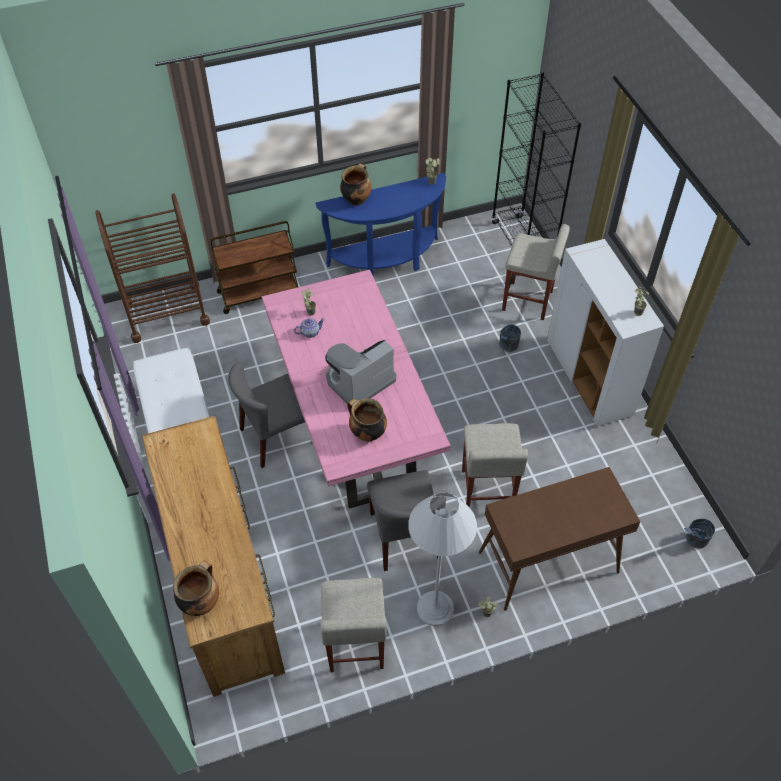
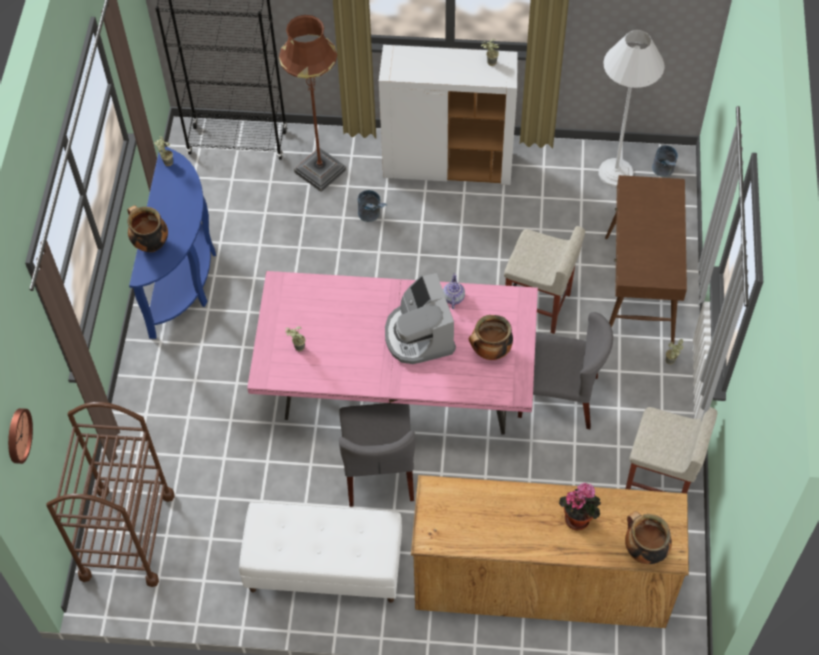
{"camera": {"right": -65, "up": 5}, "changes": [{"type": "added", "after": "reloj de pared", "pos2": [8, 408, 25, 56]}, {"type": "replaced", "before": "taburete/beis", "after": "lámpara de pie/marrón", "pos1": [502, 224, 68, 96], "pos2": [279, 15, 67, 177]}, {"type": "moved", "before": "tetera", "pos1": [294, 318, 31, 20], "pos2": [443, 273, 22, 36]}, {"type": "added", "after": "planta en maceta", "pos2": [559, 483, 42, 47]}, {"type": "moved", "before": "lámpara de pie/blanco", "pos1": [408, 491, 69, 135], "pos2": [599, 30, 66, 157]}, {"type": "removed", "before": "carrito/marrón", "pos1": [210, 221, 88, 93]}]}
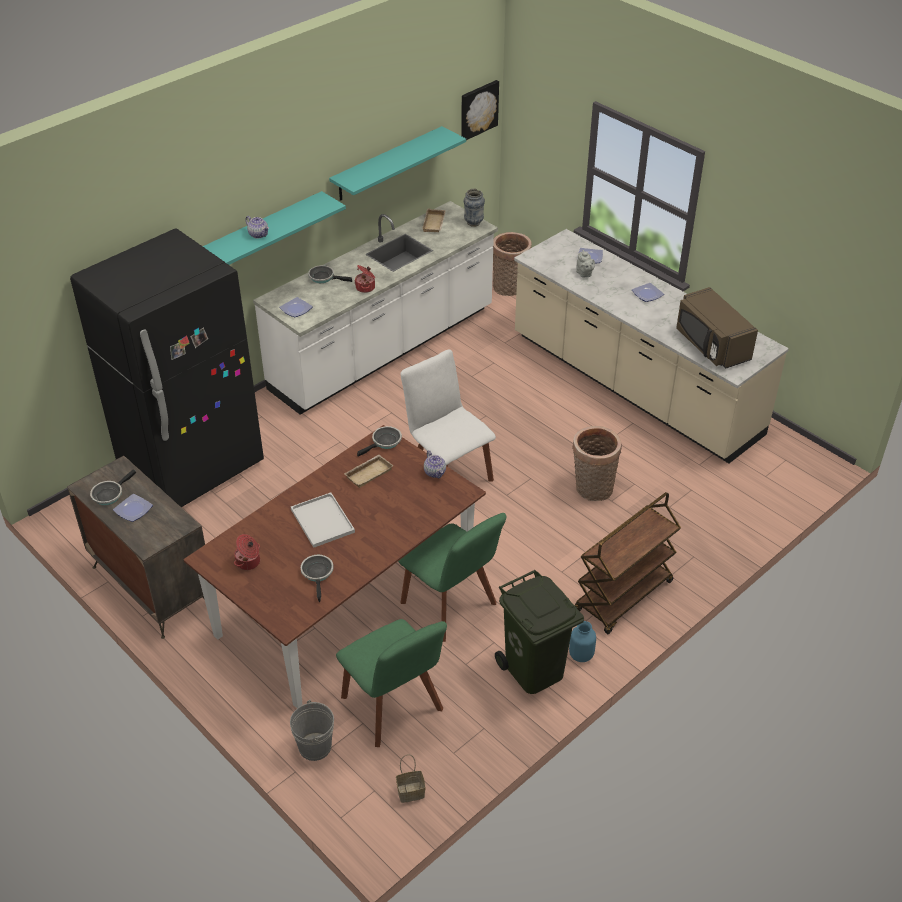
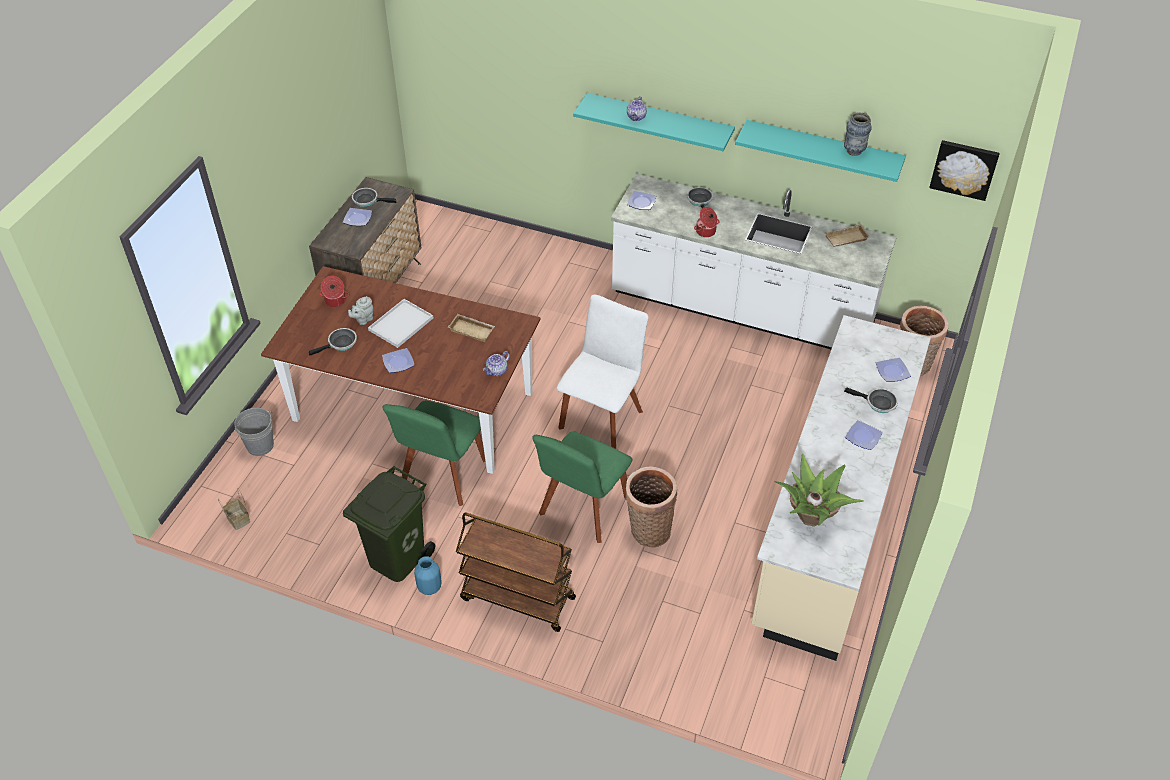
{"camera": {"right": 65, "up": 5}, "changes": [{"type": "moved", "before": "tetera/gris", "pos1": [576, 250, 19, 27], "pos2": [348, 296, 25, 29]}, {"type": "added", "after": "plato", "pos2": [382, 348, 32, 25]}, {"type": "moved", "before": "silla/verde", "pos1": [336, 619, 111, 128], "pos2": [532, 432, 100, 111]}, {"type": "replaced", "before": "microondas/marrón", "after": "planta en maceta", "pos1": [676, 287, 82, 81], "pos2": [774, 454, 90, 73]}, {"type": "moved", "before": "florero", "pos1": [464, 189, 21, 38], "pos2": [844, 112, 28, 44]}, {"type": "moved", "before": "sartén", "pos1": [357, 426, 45, 30], "pos2": [844, 388, 54, 25]}, {"type": "removed", "before": "nevera/negro", "pos1": [70, 229, 194, 278]}]}
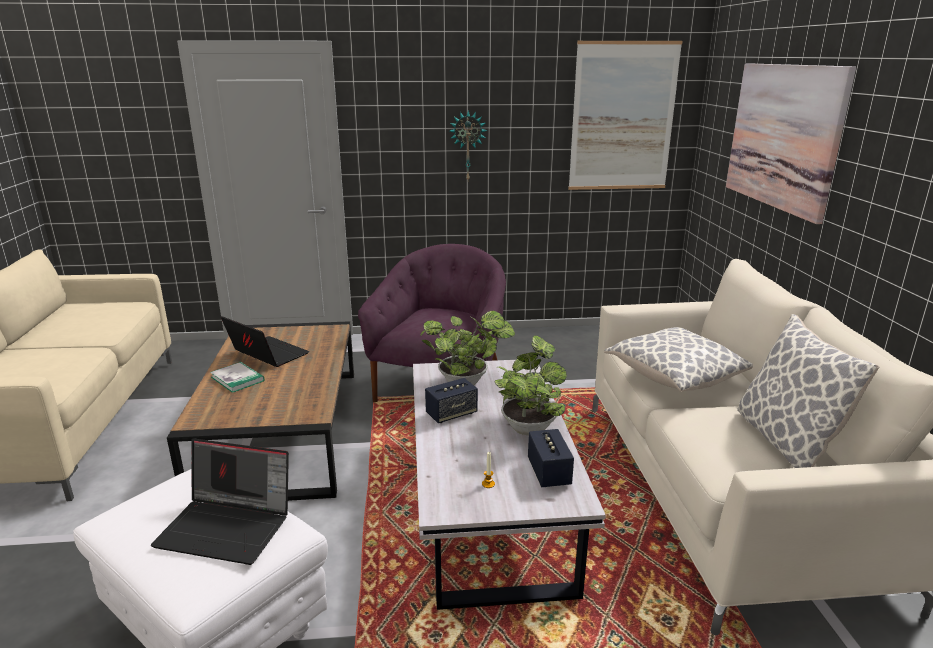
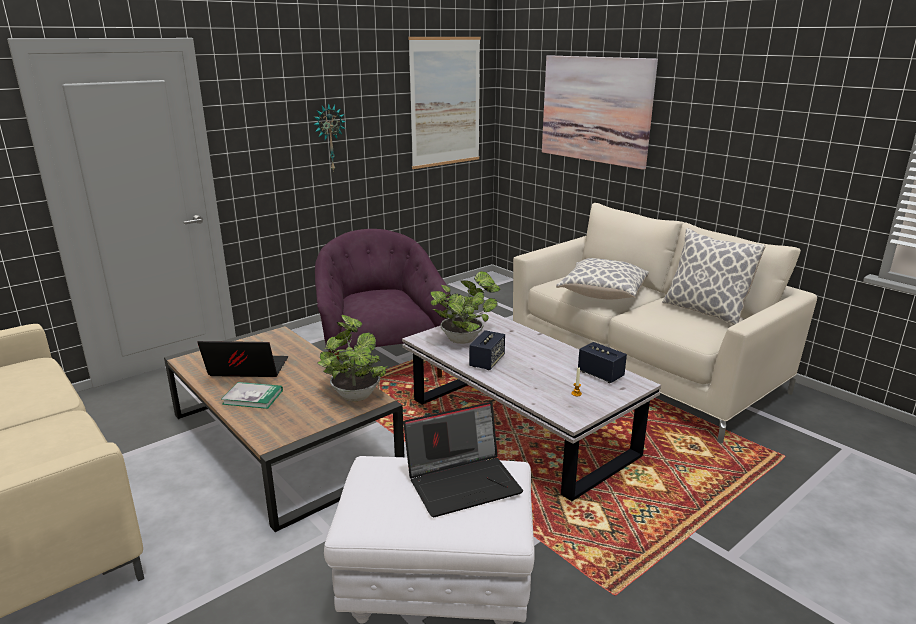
{"camera": {"right": -35, "up": 0}, "changes": [{"type": "moved", "before": "planta en maceta", "pos1": [495, 335, 72, 100], "pos2": [318, 315, 70, 86]}]}
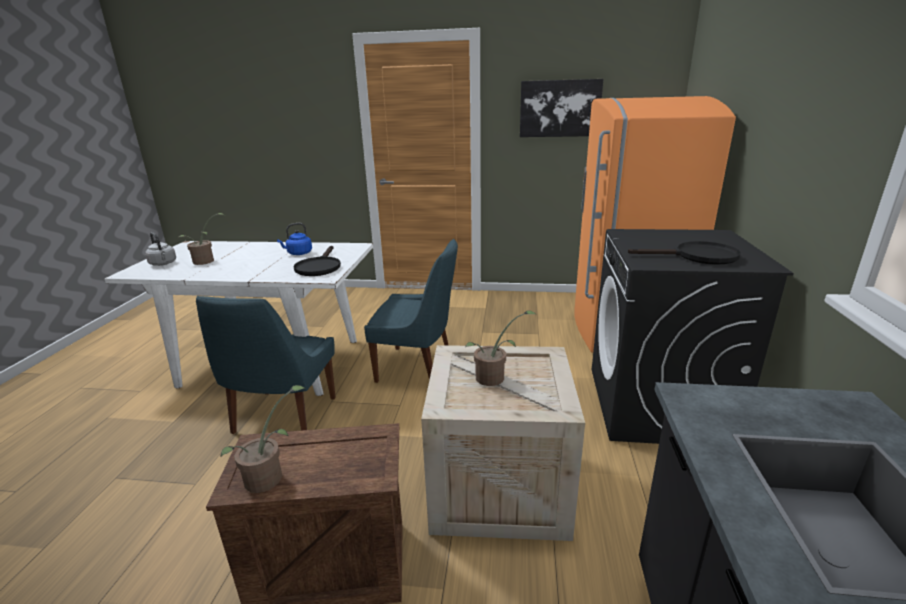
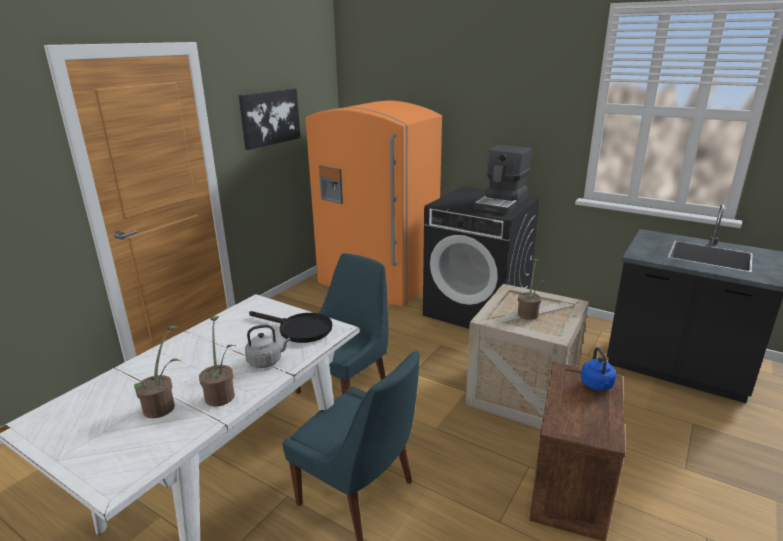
{"camera": {"right": -65, "up": 0}, "changes": [{"type": "moved", "before": "planta en maceta", "pos1": [220, 385, 85, 108], "pos2": [199, 316, 37, 90]}, {"type": "moved", "before": "hervidor/gris", "pos1": [145, 232, 31, 34], "pos2": [245, 325, 45, 43]}, {"type": "replaced", "before": "sartén/negro", "after": "cafetera", "pos1": [628, 241, 113, 24], "pos2": [474, 145, 57, 69]}, {"type": "moved", "before": "hervidor/azul", "pos1": [277, 223, 35, 32], "pos2": [581, 347, 35, 44]}]}
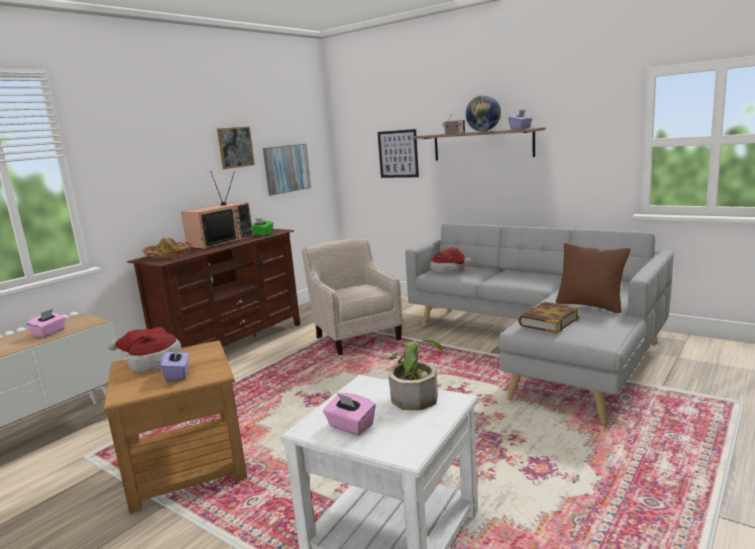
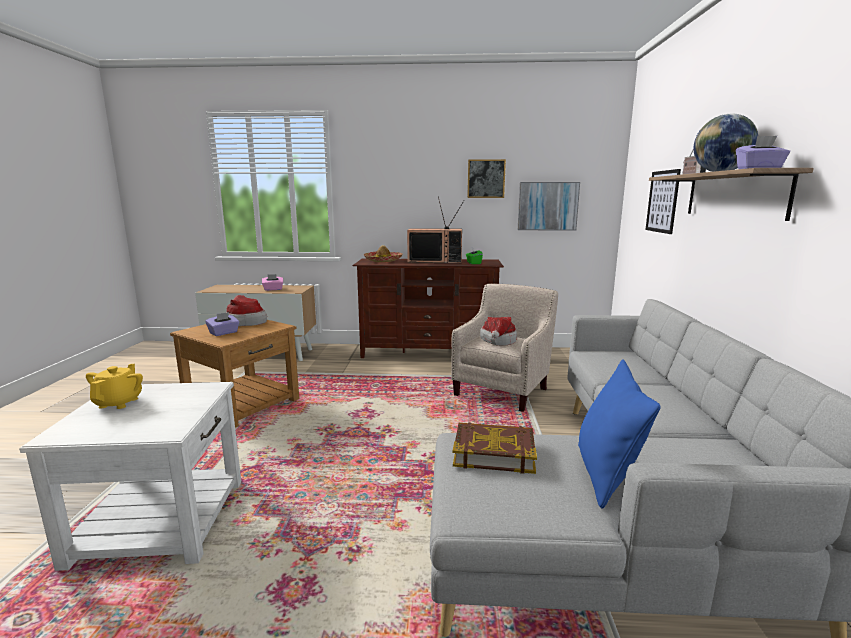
{"camera": {"right": 55, "up": 0}, "changes": [{"type": "replaced", "before": "caja de pañuelos/rosa", "after": "tetera/amarillo", "pos1": [323, 393, 53, 42], "pos2": [86, 364, 57, 45]}, {"type": "moved", "before": "sombrero", "pos1": [430, 247, 41, 26], "pos2": [480, 317, 37, 28]}, {"type": "recoloured", "before": "cojín/marrón", "after": "cojín/azul", "pos1": [556, 243, 75, 70], "pos2": [578, 359, 83, 150]}, {"type": "removed", "before": "planta en maceta", "pos1": [379, 339, 65, 71]}]}
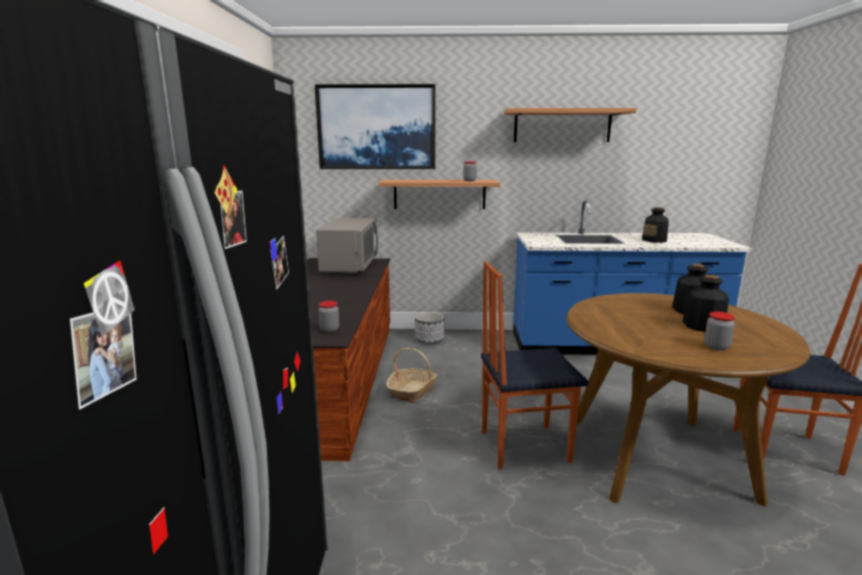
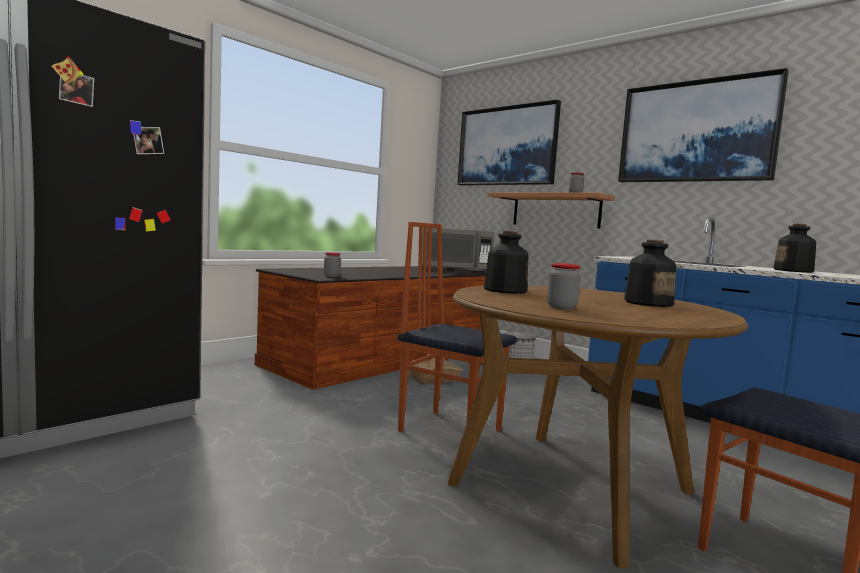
{"camera": {"right": 40, "up": -10}, "changes": [{"type": "turned", "before": "microondas/gris", "pos1": [316, 218, 62, 57], "pos2": [418, 227, 77, 46], "turn": 45}, {"type": "moved", "before": "botella", "pos1": [682, 275, 47, 57], "pos2": [484, 231, 45, 63]}, {"type": "replaced", "before": "estante", "after": "cuadro", "pos1": [504, 108, 133, 34], "pos2": [618, 68, 171, 114]}]}
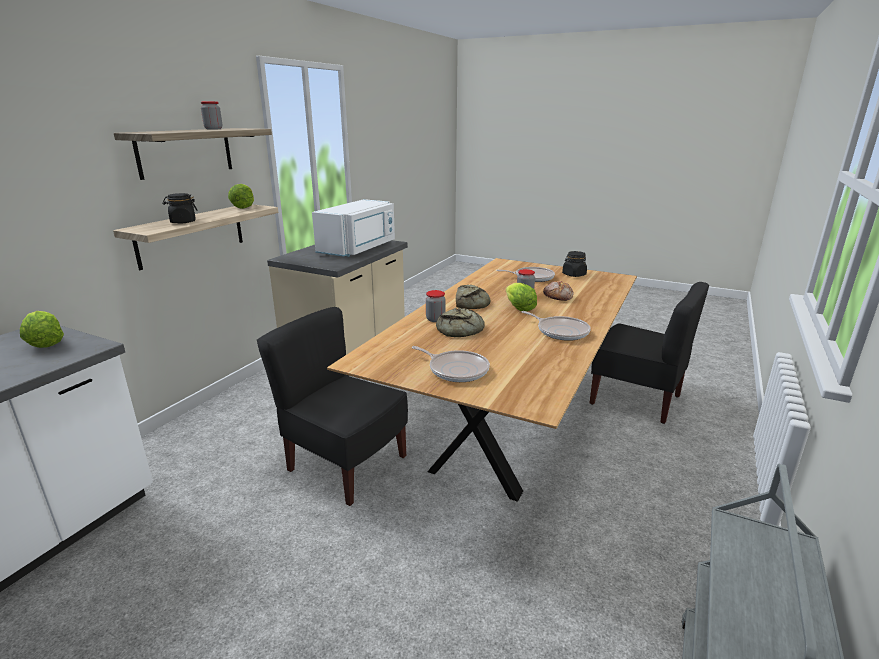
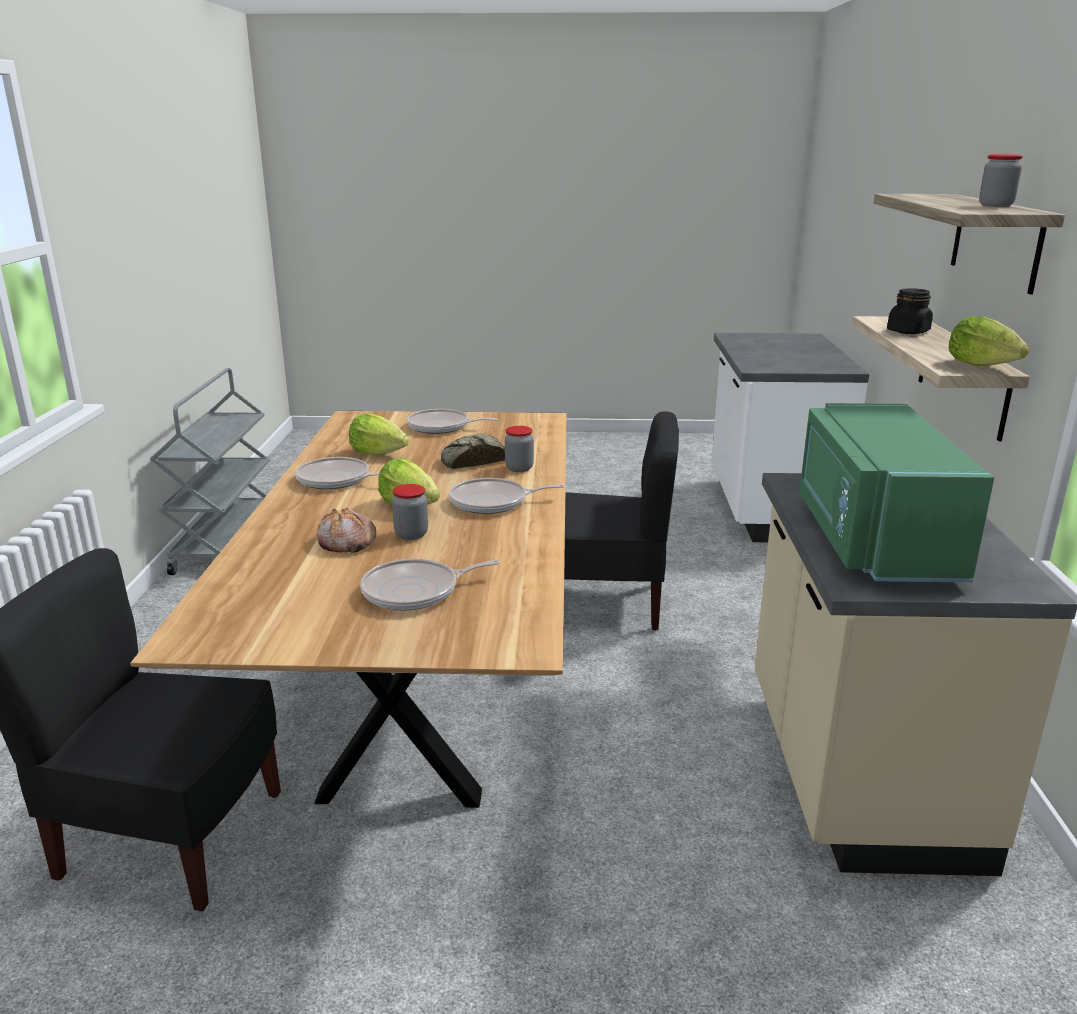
{"camera": {"right": 155, "up": 0}, "changes": [{"type": "moved", "before": "lechuga", "pos1": [20, 311, 44, 37], "pos2": [349, 413, 60, 42]}, {"type": "replaced", "before": "pan", "after": "sartén", "pos1": [456, 285, 35, 24], "pos2": [449, 478, 116, 36]}, {"type": "recoloured", "before": "microondas/blanco", "after": "microondas/verde", "pos1": [312, 199, 83, 58], "pos2": [799, 403, 195, 180]}, {"type": "removed", "before": "tarro/negro", "pos1": [562, 251, 25, 26]}]}
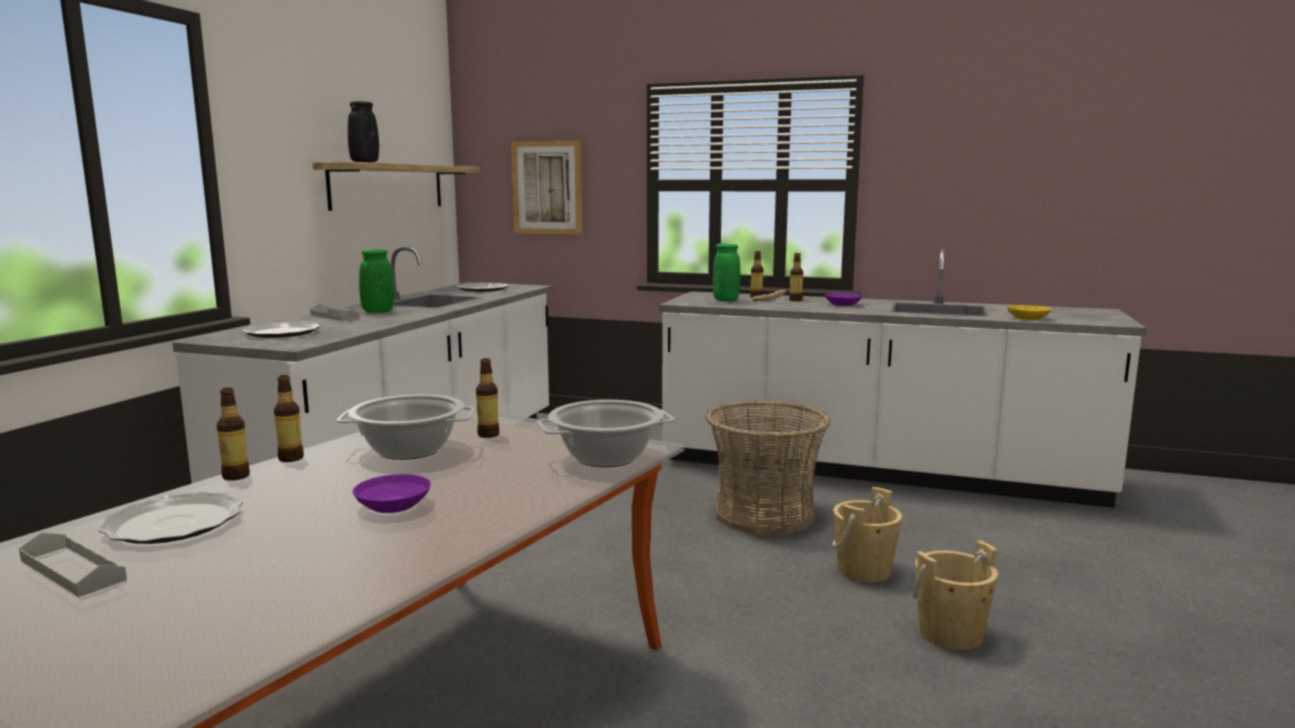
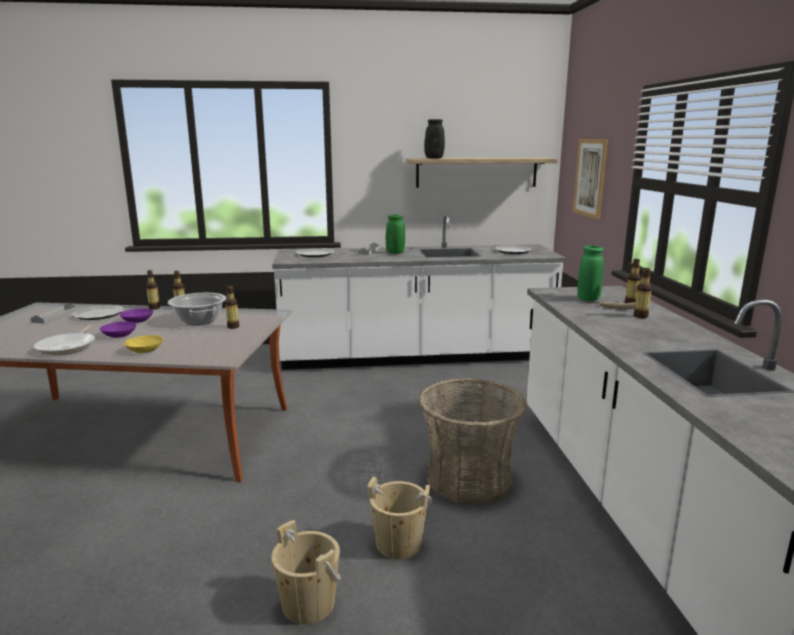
{"camera": {"right": 65, "up": 5}, "changes": [{"type": "added", "after": "sartén", "pos2": [34, 325, 61, 30]}, {"type": "moved", "before": "cuenco/morado", "pos1": [825, 293, 37, 13], "pos2": [120, 308, 33, 15]}, {"type": "moved", "before": "cuenco/amarillo", "pos1": [1007, 305, 45, 15], "pos2": [124, 335, 39, 18]}, {"type": "removed", "before": "olla", "pos1": [537, 400, 138, 68]}]}
